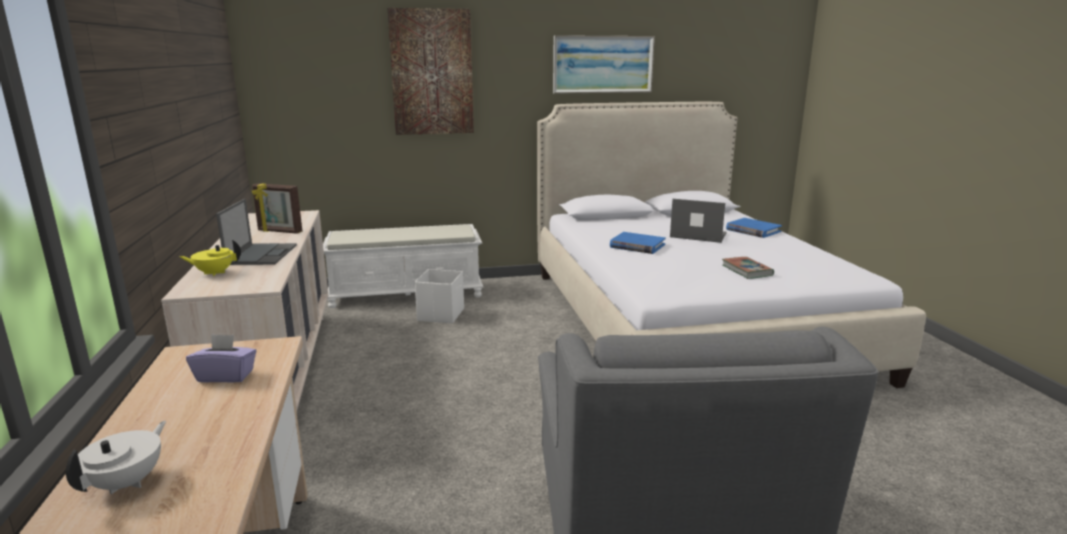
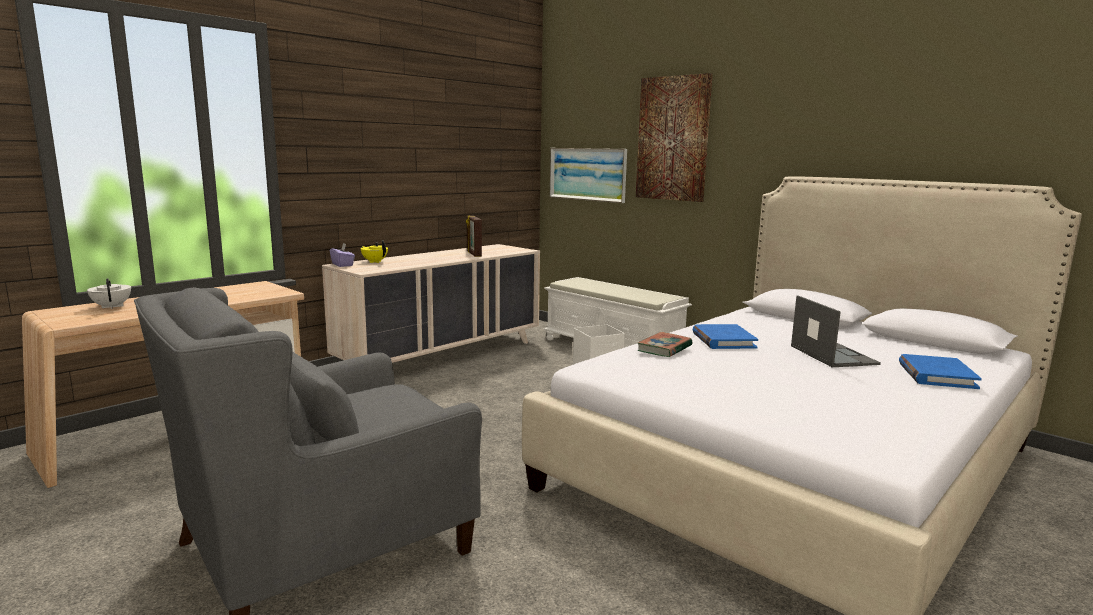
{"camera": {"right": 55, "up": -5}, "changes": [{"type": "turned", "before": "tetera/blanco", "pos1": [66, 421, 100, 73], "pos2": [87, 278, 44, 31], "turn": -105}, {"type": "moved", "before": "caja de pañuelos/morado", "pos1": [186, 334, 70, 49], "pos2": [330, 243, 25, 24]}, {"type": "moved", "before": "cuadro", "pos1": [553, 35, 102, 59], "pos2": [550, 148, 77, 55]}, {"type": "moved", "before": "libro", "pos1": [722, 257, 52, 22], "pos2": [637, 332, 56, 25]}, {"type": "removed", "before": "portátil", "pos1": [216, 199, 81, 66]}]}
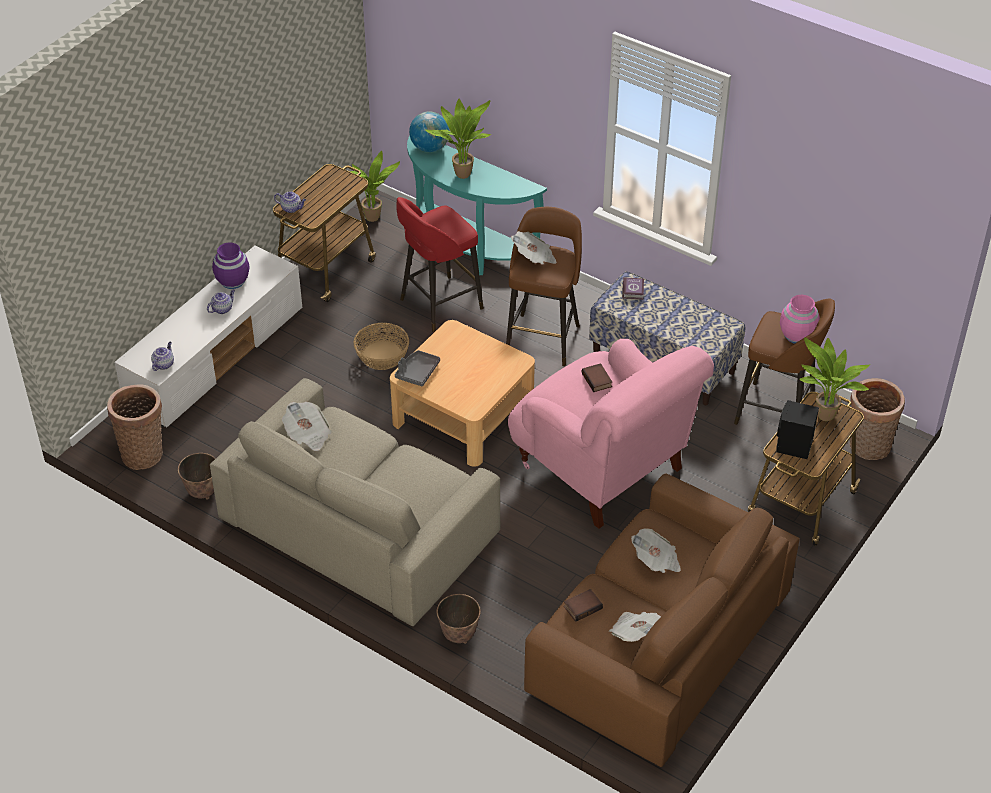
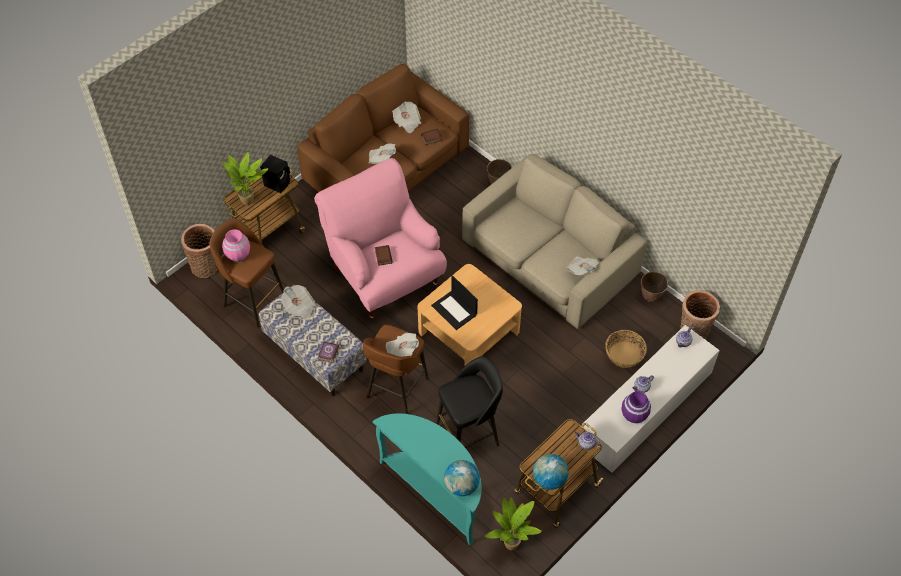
{"camera": {"right": -170, "up": 10}, "changes": [{"type": "added", "after": "periódico", "pos2": [281, 285, 35, 35]}, {"type": "added", "after": "portátil", "pos2": [431, 276, 47, 54]}, {"type": "recoloured", "before": "taburete/rojo", "after": "taburete/negro", "pos1": [397, 197, 87, 135], "pos2": [436, 356, 67, 92]}, {"type": "added", "after": "globo terráqueo", "pos2": [533, 454, 36, 36]}, {"type": "moved", "before": "cesta", "pos1": [354, 323, 55, 47], "pos2": [605, 330, 42, 38]}, {"type": "removed", "before": "bandeja/gris", "pos1": [395, 350, 45, 36]}, {"type": "removed", "before": "planta en maceta", "pos1": [425, 99, 66, 80]}]}
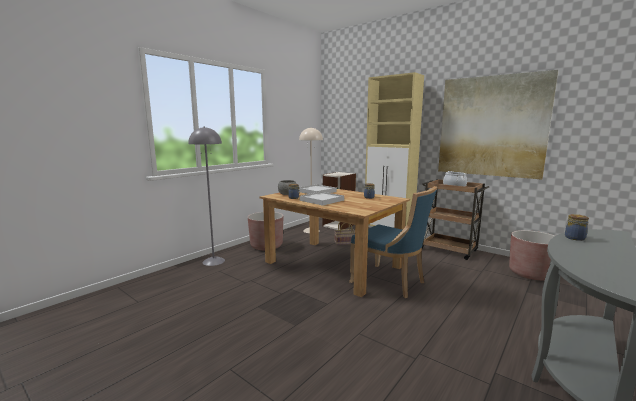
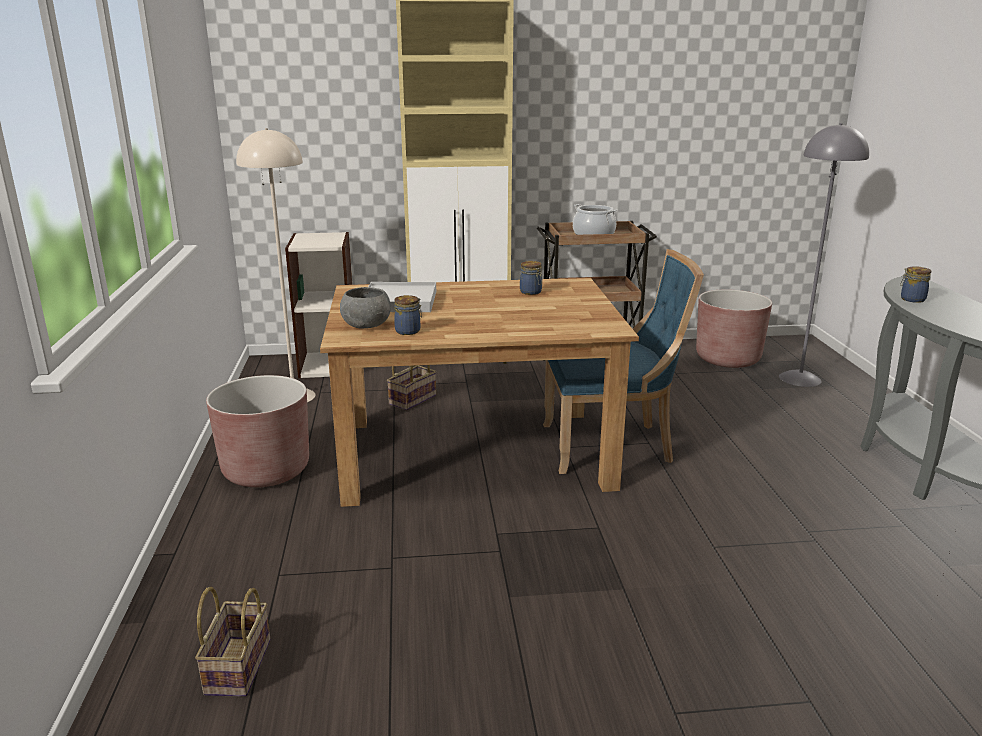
{"camera": {"right": -45, "up": 10}, "changes": [{"type": "added", "after": "cesta", "pos2": [195, 587, 76, 110]}, {"type": "moved", "before": "lámpara de pie/gris", "pos1": [188, 127, 37, 139], "pos2": [779, 123, 90, 264]}, {"type": "removed", "before": "bandeja/blanco", "pos1": [300, 192, 44, 14]}, {"type": "removed", "before": "cuadro", "pos1": [438, 70, 120, 110]}]}
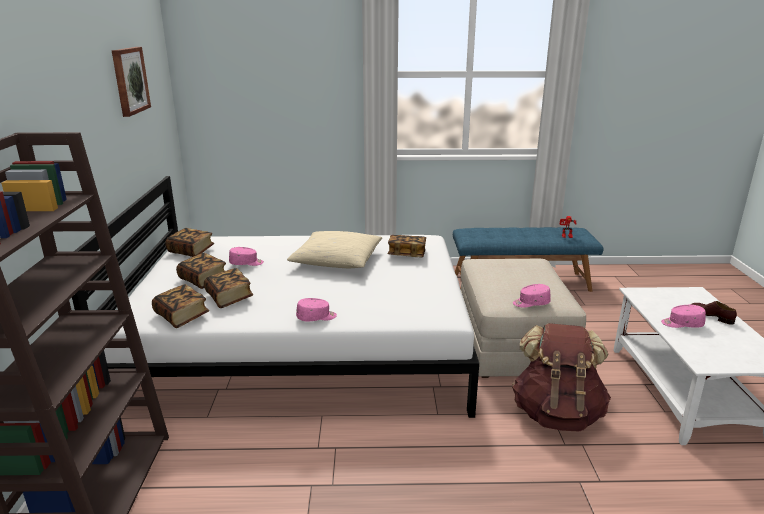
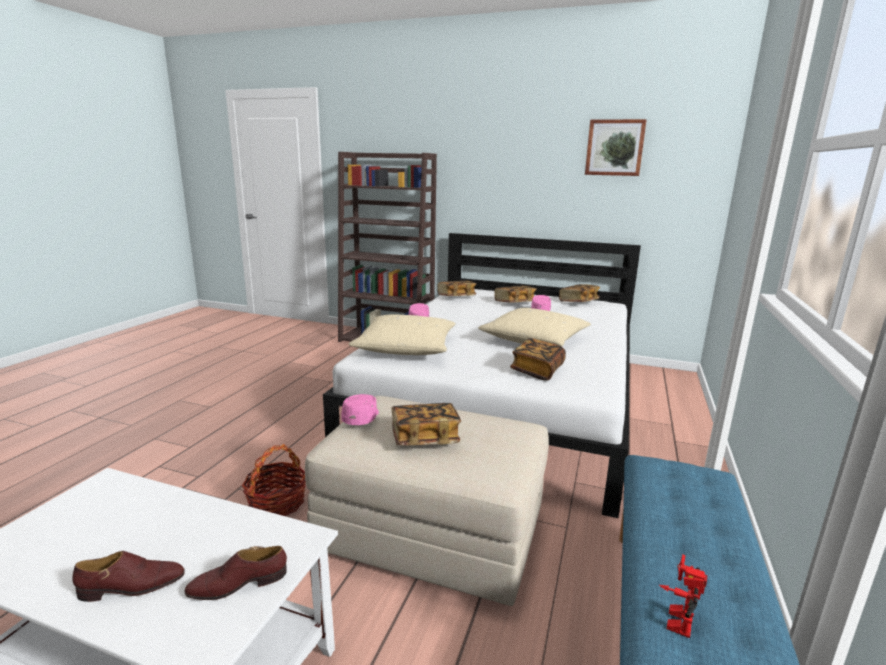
{"camera": {"right": 110, "up": -5}, "changes": [{"type": "added", "after": "zapato/marrón", "pos2": [185, 546, 102, 54]}, {"type": "replaced", "before": "mochila/marrón", "after": "cesta", "pos1": [512, 323, 99, 108], "pos2": [242, 444, 64, 72]}, {"type": "added", "after": "cojín/beis", "pos2": [348, 315, 108, 40]}, {"type": "moved", "before": "libro", "pos1": [204, 268, 49, 40], "pos2": [391, 403, 70, 42]}, {"type": "removed", "before": "gorra/rosa", "pos1": [661, 305, 45, 23]}]}
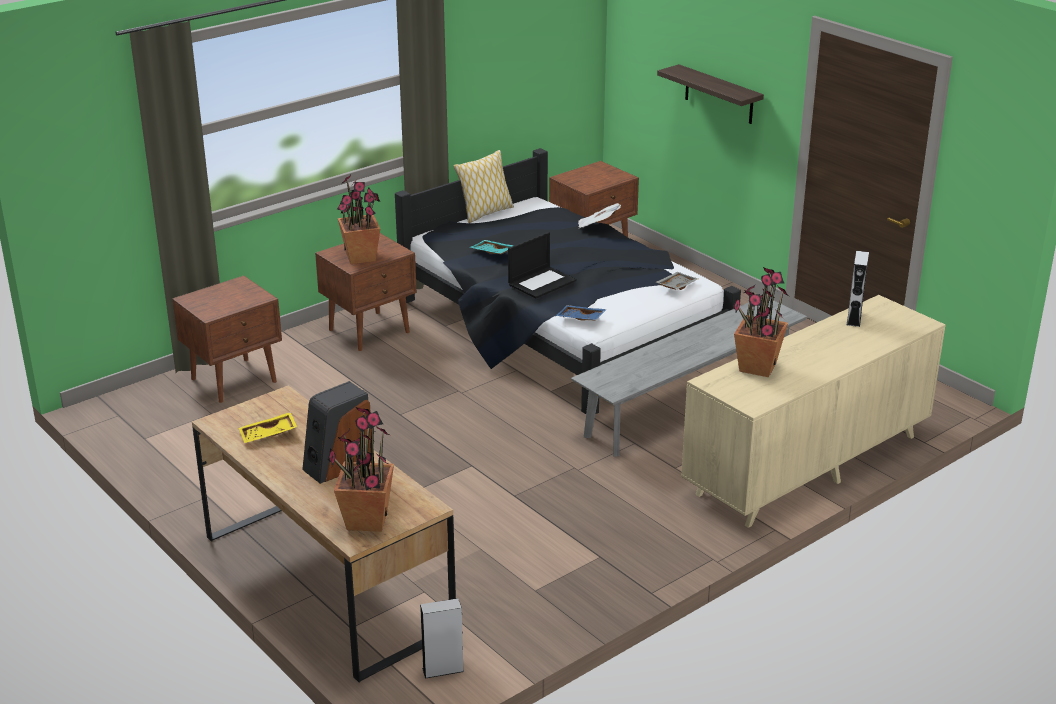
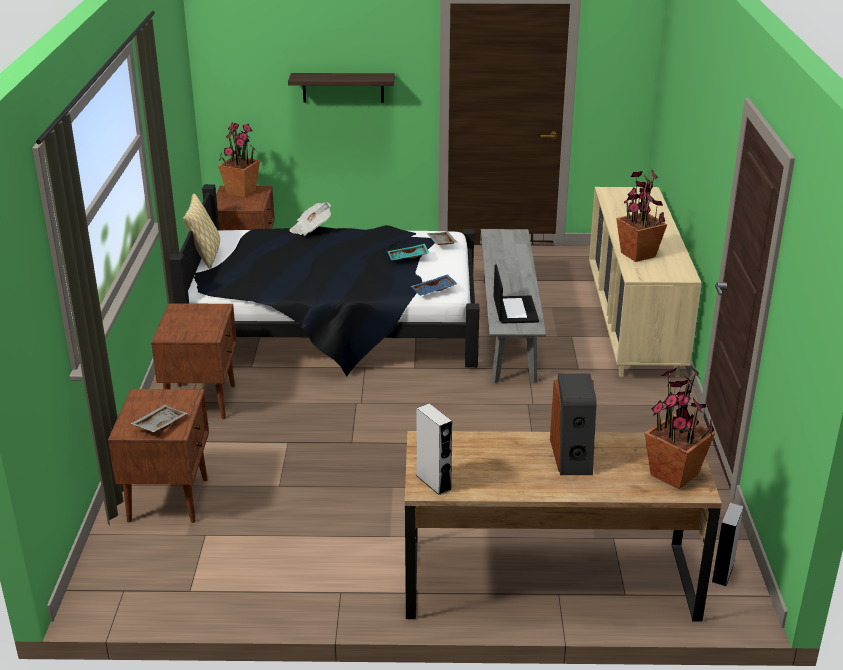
{"camera": {"right": -50, "up": 0}, "changes": [{"type": "added", "after": "bandeja/gris", "pos2": [130, 405, 58, 27]}, {"type": "moved", "before": "planta en maceta", "pos1": [337, 175, 43, 89], "pos2": [218, 122, 42, 75]}, {"type": "moved", "before": "bandeja/turquesa", "pos1": [470, 240, 44, 14], "pos2": [387, 244, 42, 16]}, {"type": "moved", "before": "altavoz/gris", "pos1": [847, 251, 22, 76], "pos2": [416, 404, 36, 91]}, {"type": "moved", "before": "portátil", "pos1": [508, 232, 69, 66], "pos2": [494, 264, 45, 60]}, {"type": "removed", "before": "bandeja/amarillo", "pos1": [239, 412, 58, 31]}]}
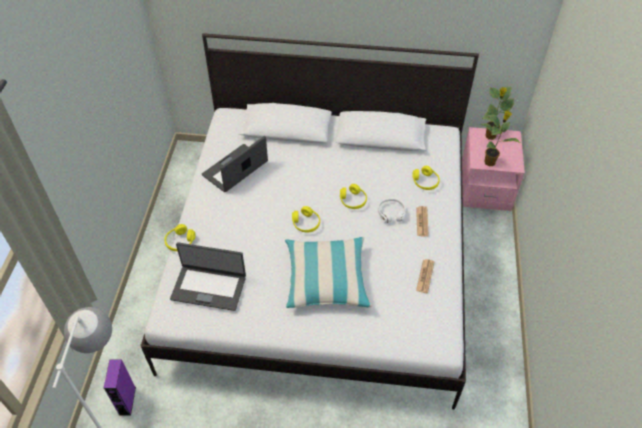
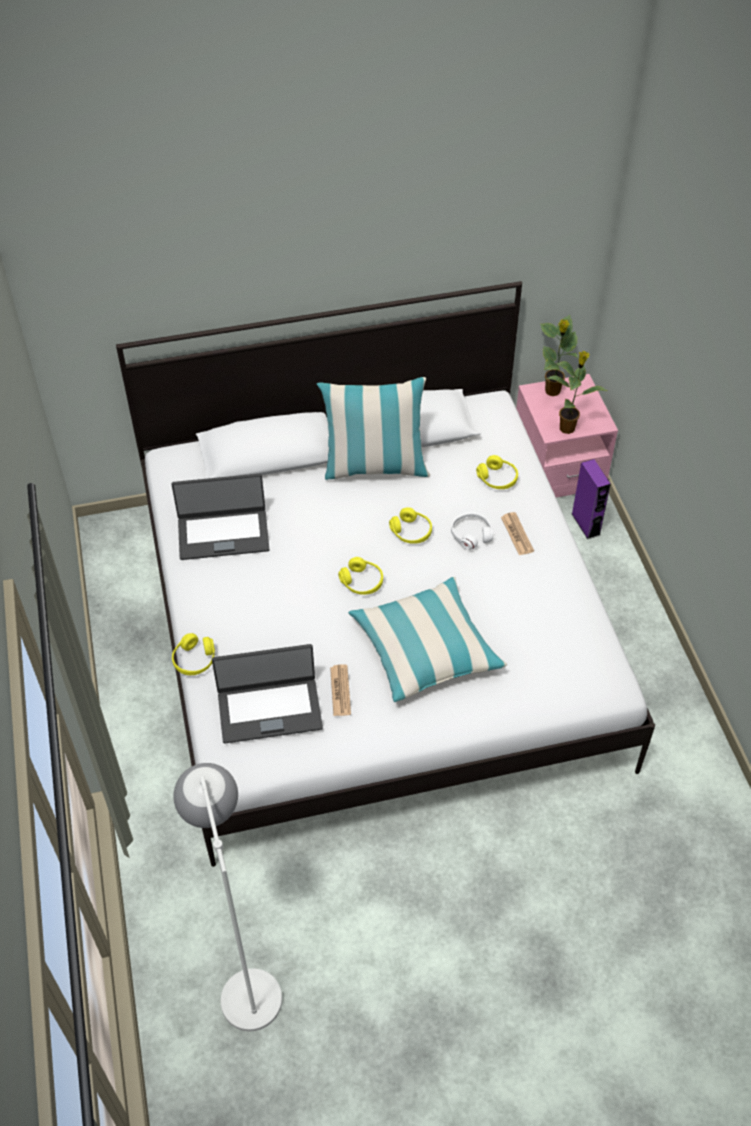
{"camera": {"right": -20, "up": 0}, "changes": [{"type": "turned", "before": "portátil", "pos1": [202, 136, 66, 56], "pos2": [172, 474, 98, 86], "turn": -120}, {"type": "added", "after": "cojín", "pos2": [317, 377, 113, 103]}, {"type": "moved", "before": "periódico", "pos1": [416, 259, 19, 34], "pos2": [330, 664, 21, 52]}, {"type": "moved", "before": "altavoz/morado", "pos1": [104, 359, 32, 57], "pos2": [572, 459, 39, 80]}]}
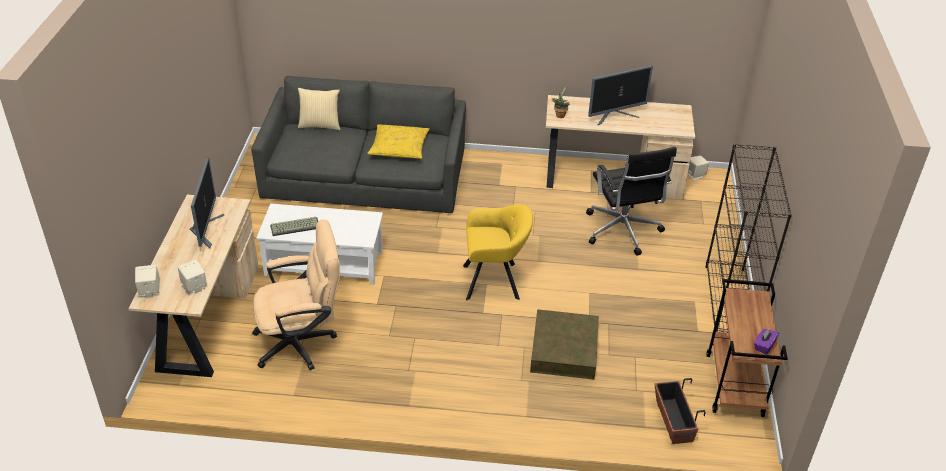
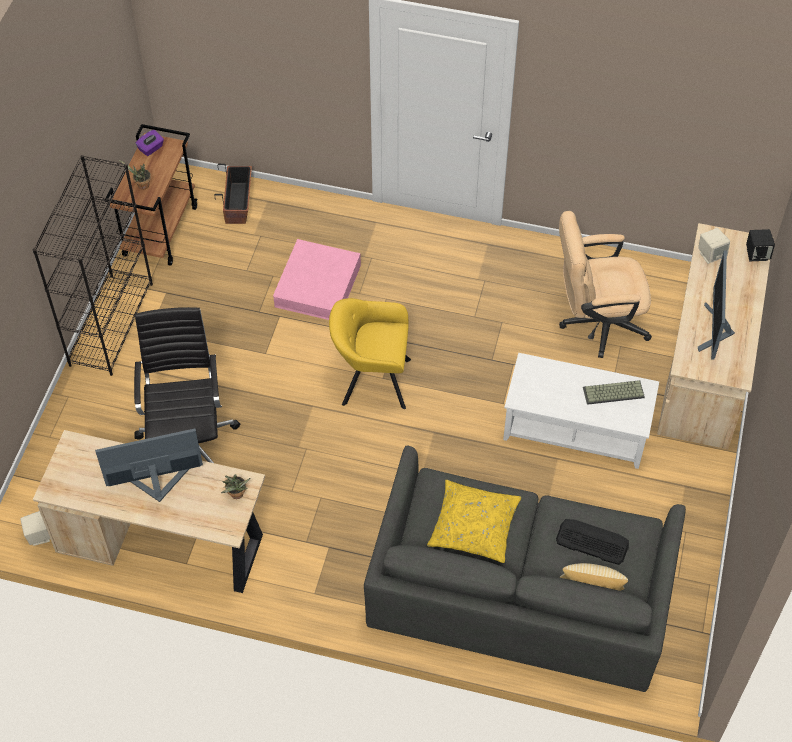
{"camera": {"right": -170, "up": 15}, "changes": [{"type": "added", "after": "planta en maceta", "pos2": [119, 160, 32, 29]}, {"type": "recoloured", "before": "caja de almacenaje/marrón", "after": "caja de almacenaje/rosa", "pos1": [530, 310, 69, 70], "pos2": [273, 239, 88, 81]}, {"type": "added", "after": "teclado", "pos2": [556, 519, 73, 46]}, {"type": "recoloured", "before": "altavoz/beis", "after": "altavoz/negro", "pos1": [135, 265, 25, 33], "pos2": [746, 229, 29, 32]}]}
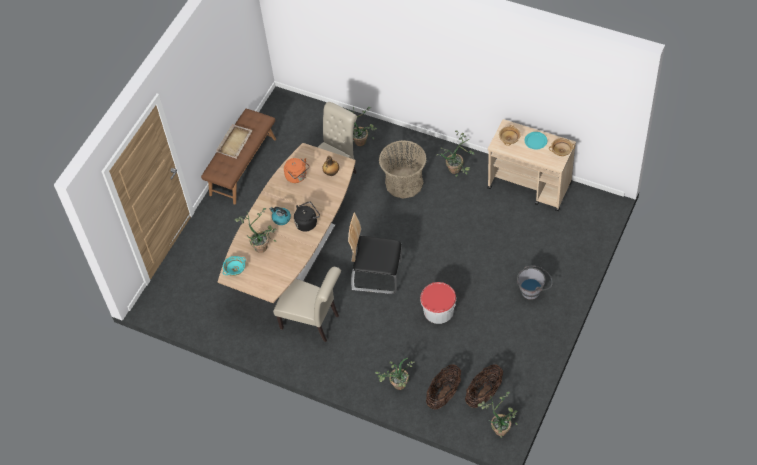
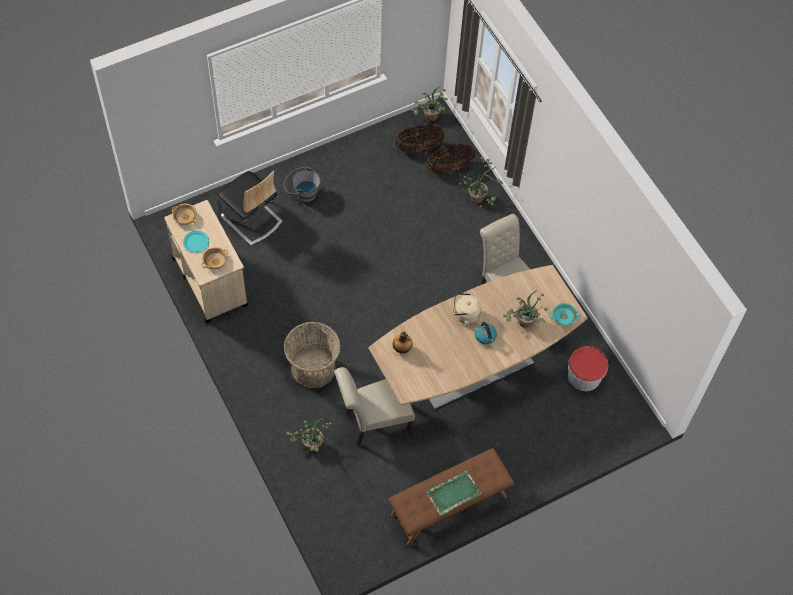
{"camera": {"right": -150, "up": 5}, "changes": [{"type": "moved", "before": "silla", "pos1": [348, 213, 54, 81], "pos2": [216, 170, 67, 76]}, {"type": "recoloured", "before": "bandeja/beis", "after": "bandeja/verde", "pos1": [216, 124, 36, 35], "pos2": [426, 470, 56, 46]}, {"type": "recoloured", "before": "hervidor/negro", "after": "hervidor/beis", "pos1": [294, 201, 26, 31], "pos2": [453, 293, 28, 32]}, {"type": "moved", "before": "cubo", "pos1": [420, 282, 36, 42], "pos2": [568, 346, 40, 45]}, {"type": "removed", "before": "hervidor/naranja", "pos1": [284, 158, 25, 25]}, {"type": "removed", "before": "planta en maceta", "pos1": [436, 130, 38, 47]}]}
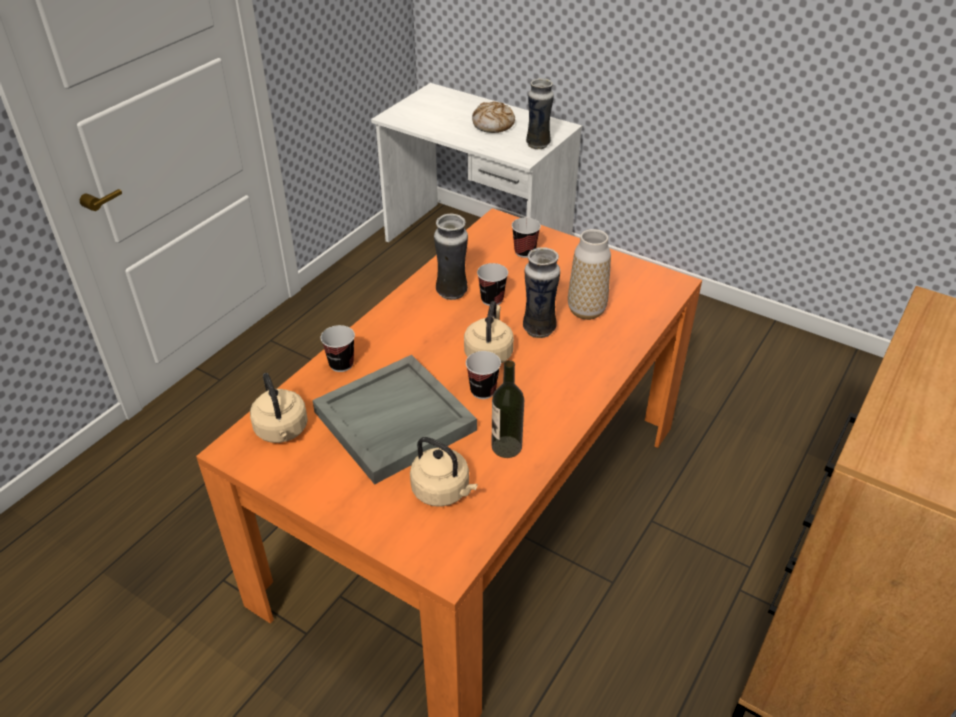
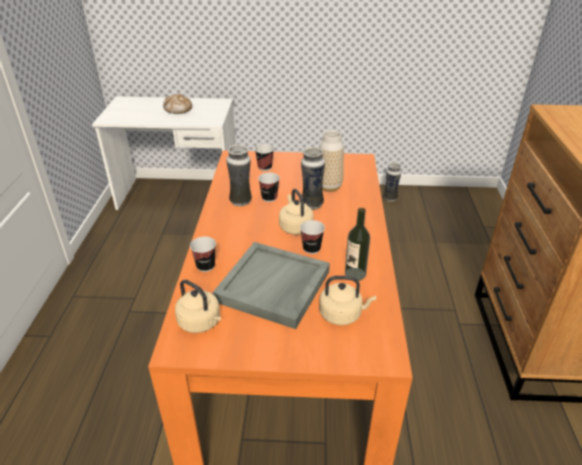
{"camera": {"right": -30, "up": -5}, "changes": [{"type": "moved", "before": "florero", "pos1": [526, 78, 28, 71], "pos2": [383, 162, 18, 40]}]}
